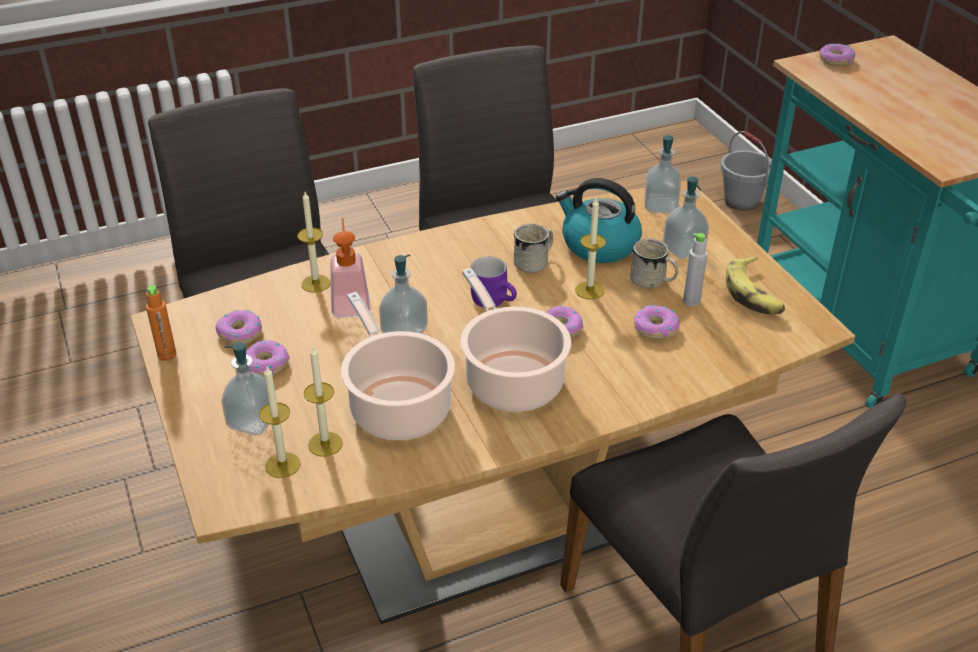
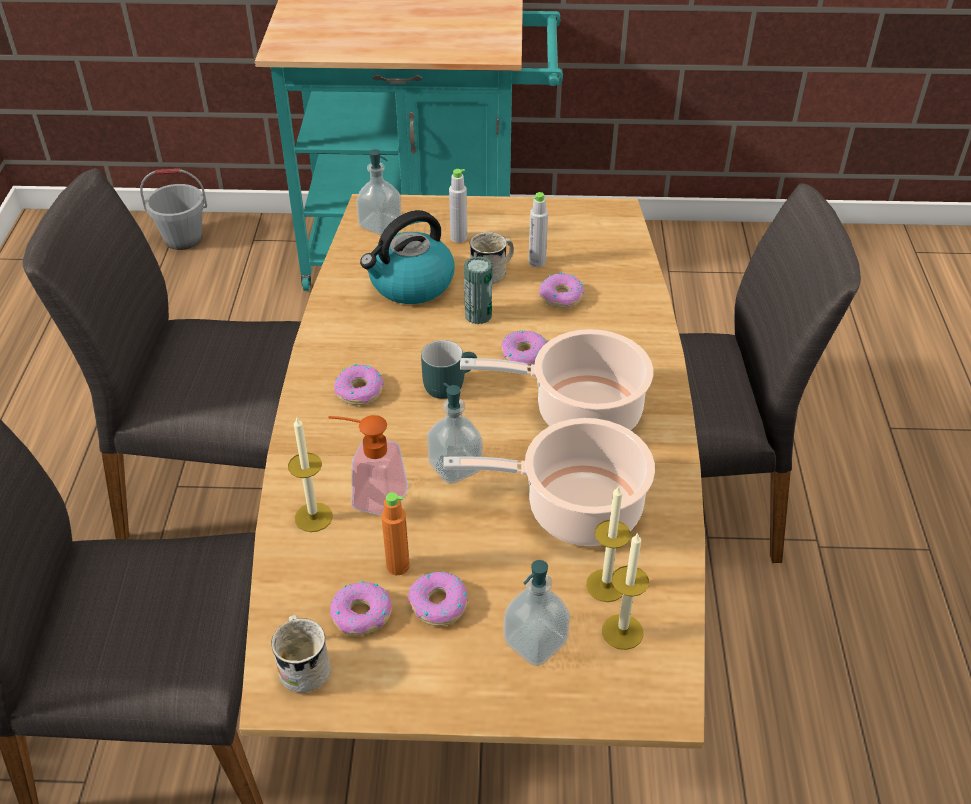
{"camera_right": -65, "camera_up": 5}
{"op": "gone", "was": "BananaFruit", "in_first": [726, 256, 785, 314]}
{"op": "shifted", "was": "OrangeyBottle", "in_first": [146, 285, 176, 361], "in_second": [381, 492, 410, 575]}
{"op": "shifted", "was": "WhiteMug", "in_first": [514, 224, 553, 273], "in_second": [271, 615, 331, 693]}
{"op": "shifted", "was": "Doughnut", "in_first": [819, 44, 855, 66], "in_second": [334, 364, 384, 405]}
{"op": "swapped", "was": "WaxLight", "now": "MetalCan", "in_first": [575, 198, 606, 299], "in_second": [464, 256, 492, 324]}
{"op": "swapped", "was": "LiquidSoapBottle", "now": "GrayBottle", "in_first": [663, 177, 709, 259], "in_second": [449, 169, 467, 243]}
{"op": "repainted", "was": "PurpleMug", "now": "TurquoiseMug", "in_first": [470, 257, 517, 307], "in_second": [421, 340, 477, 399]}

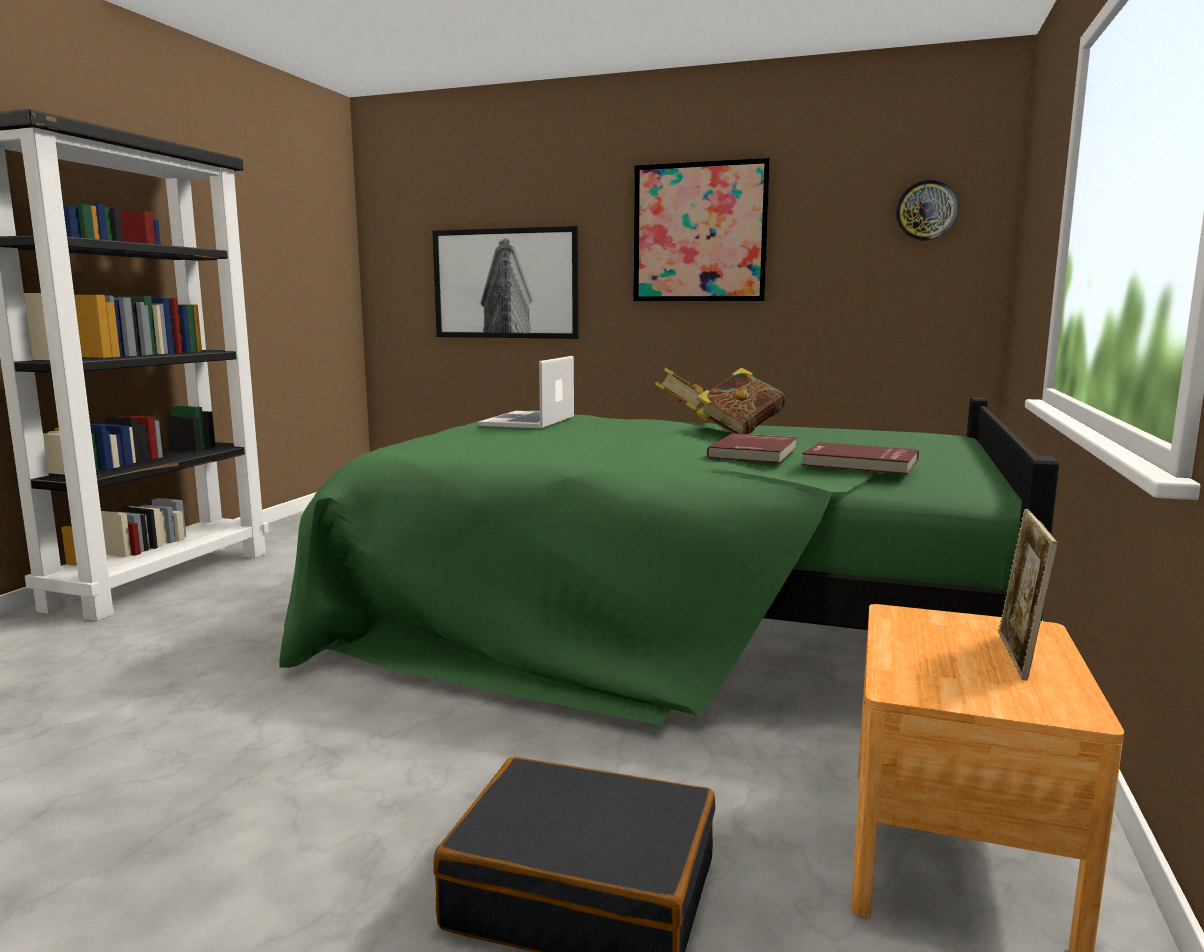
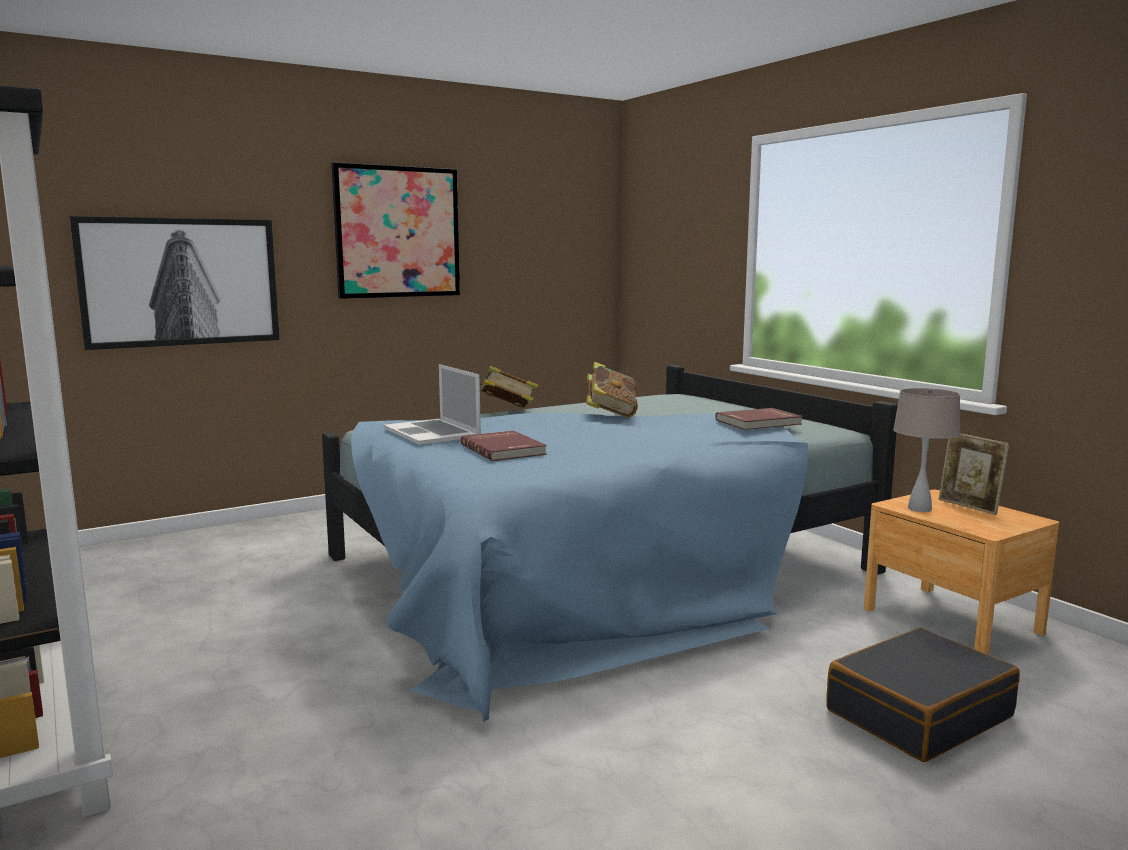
{"camera_right": -50, "camera_up": 0}
{"op": "gone", "was": "WallClock", "in_first": [896, 180, 958, 241]}
{"op": "new", "now": "BeigeColouredTableLamp", "in_second": [893, 388, 960, 512]}
{"op": "shifted", "was": "RedColouredBook", "in_first": [707, 433, 797, 463], "in_second": [461, 430, 547, 461]}
{"op": "repainted", "was": "GreenBedroomBed", "now": "BluishBedroomBed", "in_first": [279, 397, 1060, 725], "in_second": [322, 365, 898, 722]}

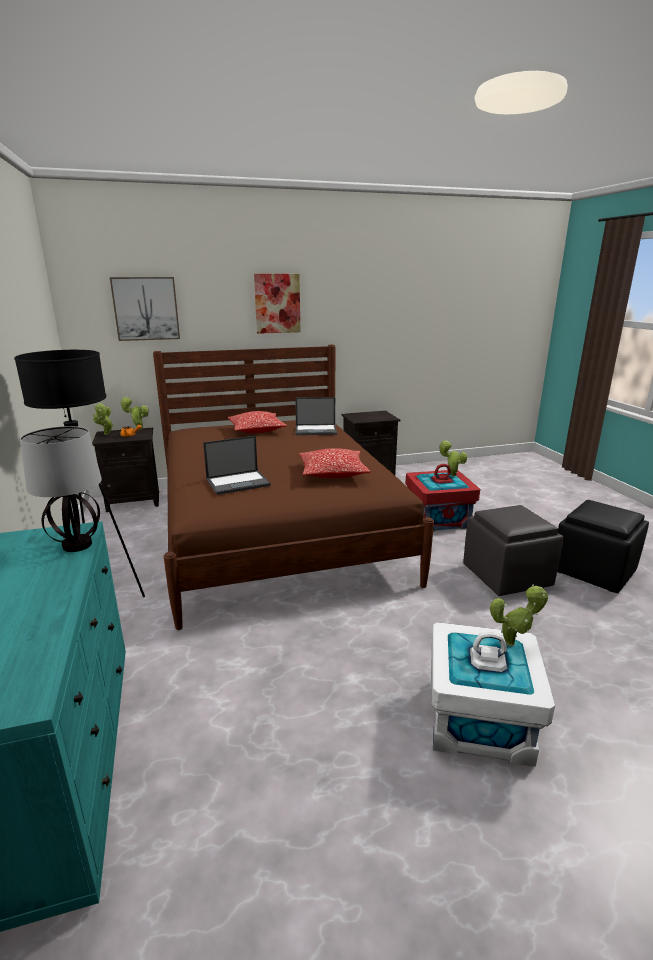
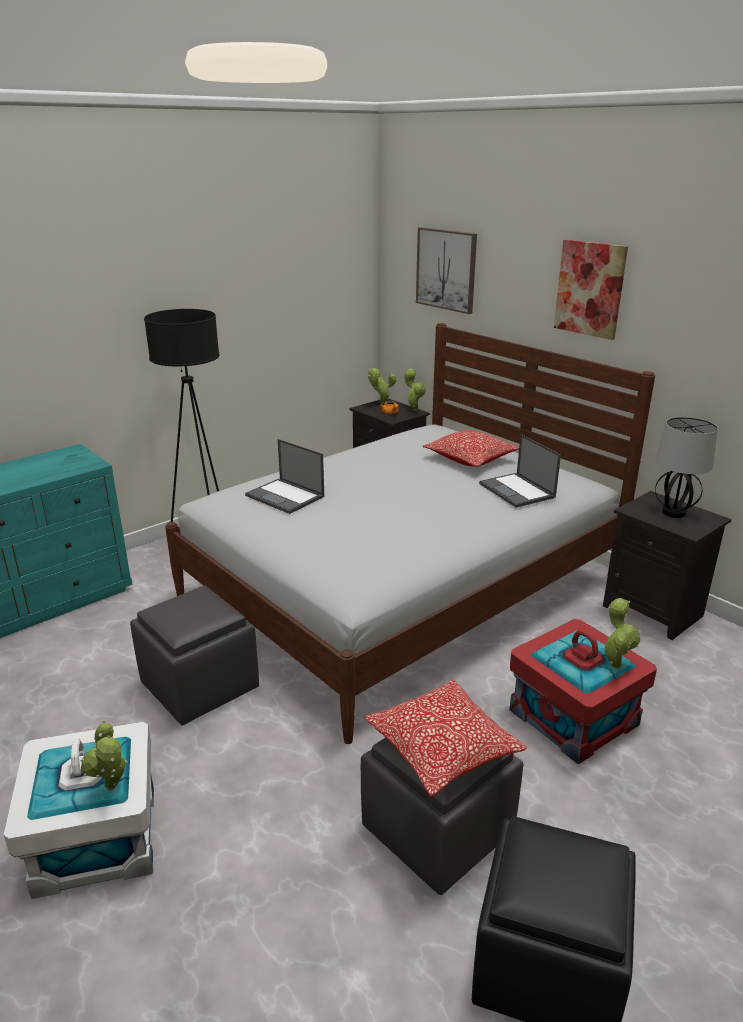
{"camera_right": 65, "camera_up": 5}
{"op": "new", "now": "GrayFootrest", "in_second": [130, 586, 259, 725]}
{"op": "shifted", "was": "TableLamp", "in_first": [20, 426, 102, 552], "in_second": [655, 417, 718, 518]}
{"op": "shifted", "was": "ThrowPillow", "in_first": [299, 448, 370, 478], "in_second": [364, 680, 527, 797]}
{"op": "repainted", "was": "BrownColouredBedroomBed", "now": "WhiteBedroomBed", "in_first": [153, 345, 434, 630], "in_second": [165, 323, 655, 744]}

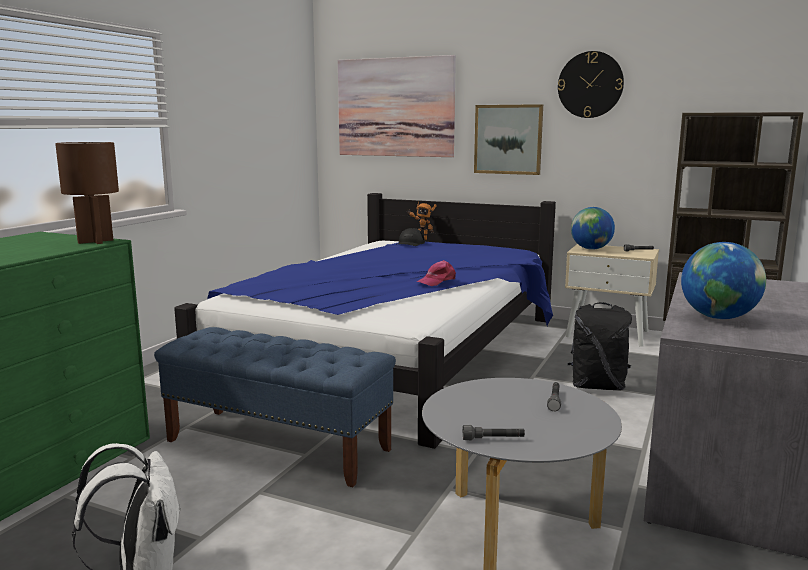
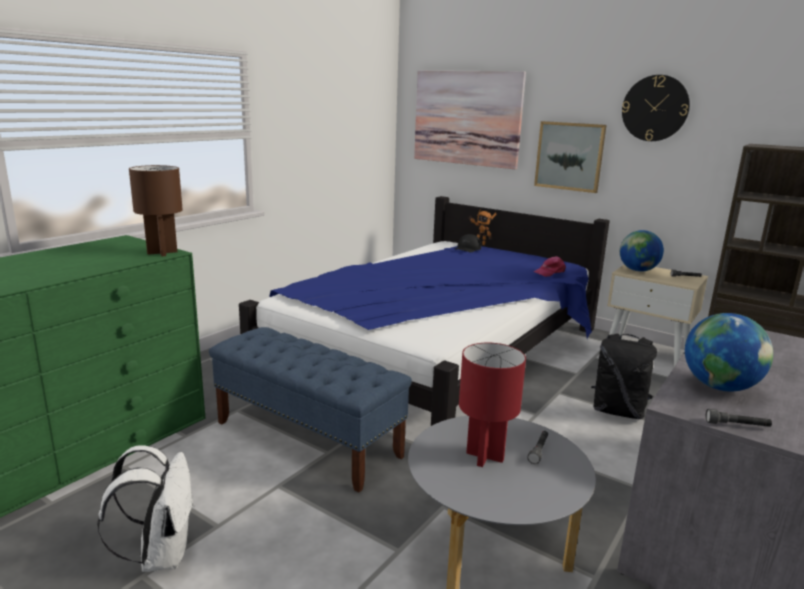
{"camera_right": 10, "camera_up": 5}
{"op": "new", "now": "RedColouredTableLamp", "in_second": [459, 343, 526, 467]}
{"op": "shifted", "was": "PinkPeakedCap", "in_first": [417, 260, 456, 286], "in_second": [534, 256, 566, 277]}
{"op": "shifted", "was": "GrayFlashlight", "in_first": [463, 425, 525, 440], "in_second": [706, 409, 772, 427]}

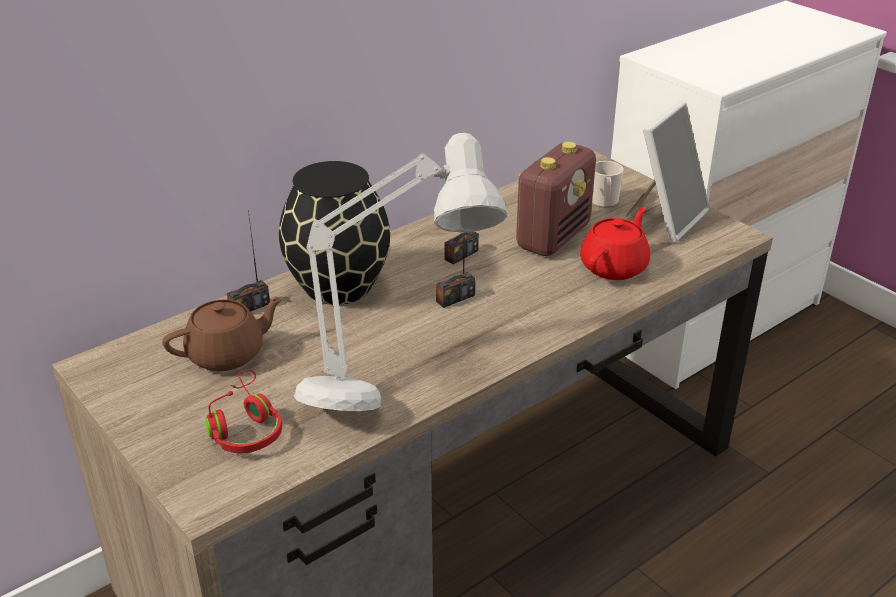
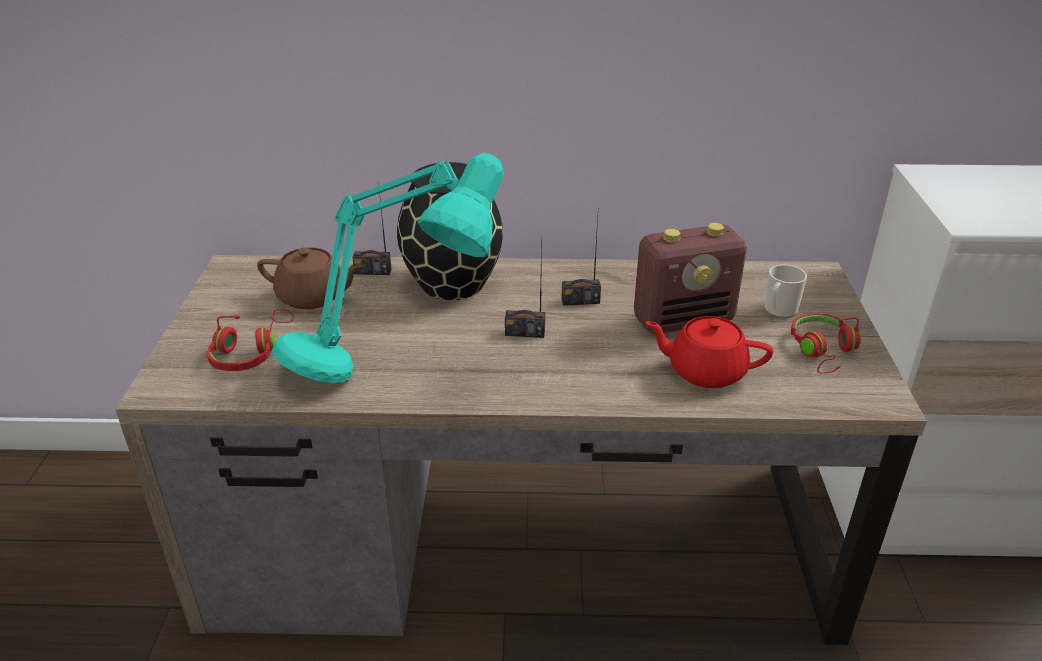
{"camera_right": 40, "camera_up": 0}
{"op": "swapped", "was": "PictureFrame", "now": "RedColouredPairOfHeadphones", "in_first": [626, 101, 709, 243], "in_second": [791, 313, 861, 374]}
{"op": "repainted", "was": "GrayTableLamp", "now": "TurquoiseTableLamp", "in_first": [294, 133, 507, 411], "in_second": [272, 153, 504, 383]}
{"op": "rotated", "was": "RedColouredTeaPot", "in_first": [580, 207, 650, 280], "in_second": [645, 316, 773, 388], "clockwise": -150}

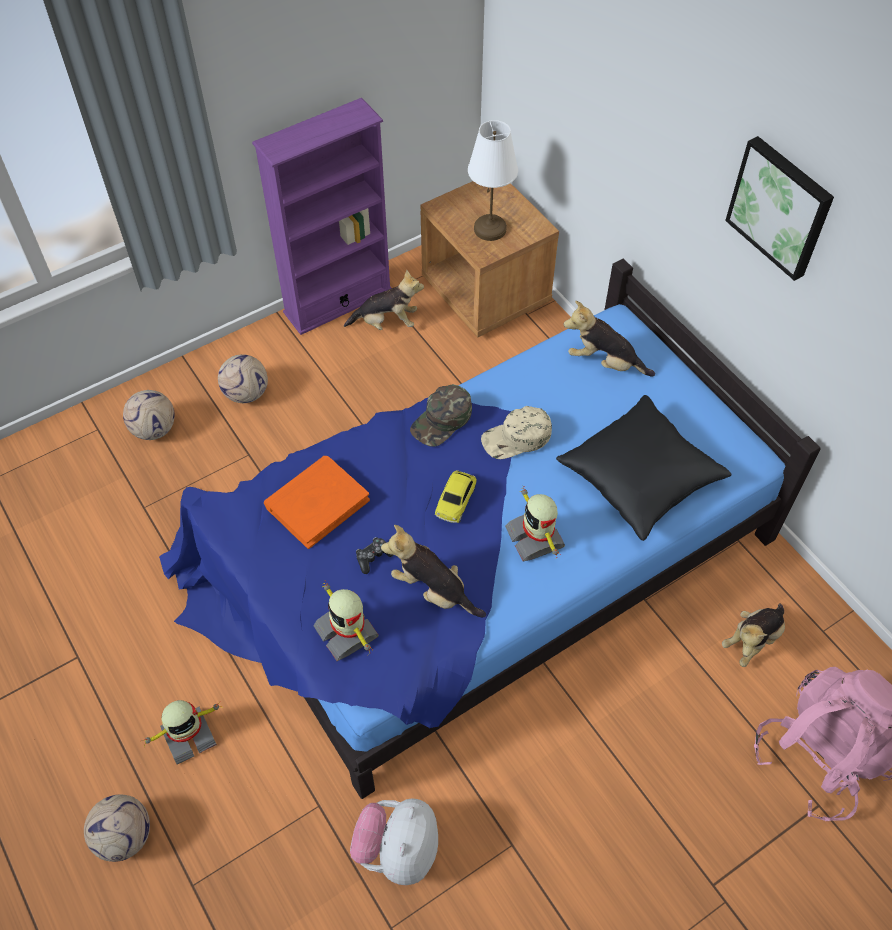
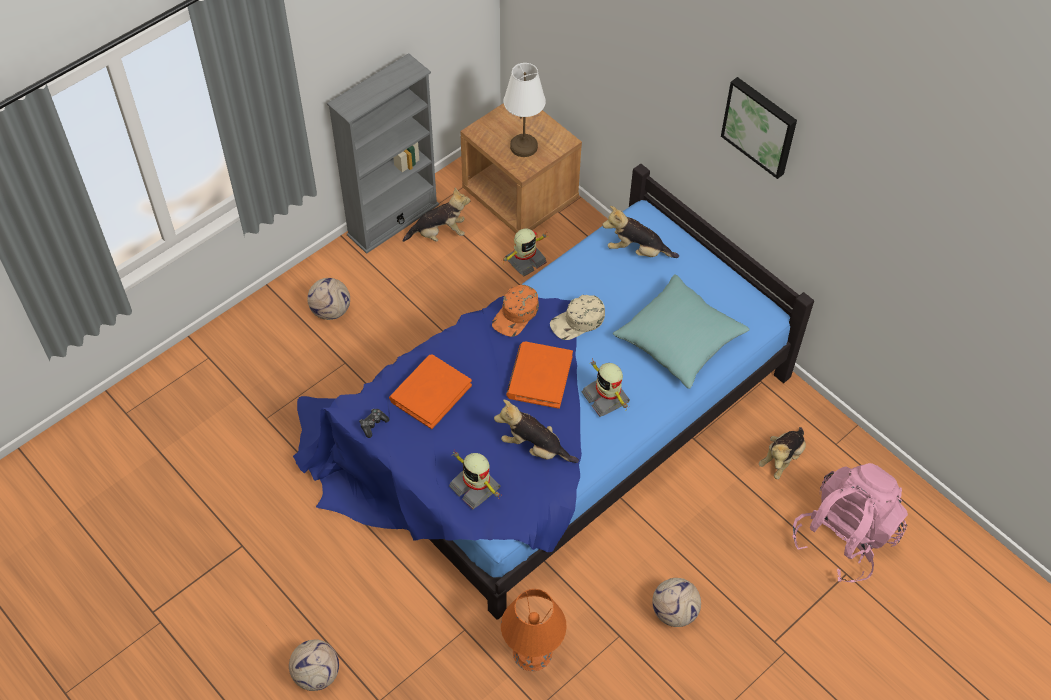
{"camera_right": -10, "camera_up": 0}
{"op": "shifted", "was": "BallForFootball", "in_first": [123, 390, 175, 440], "in_second": [652, 578, 701, 627]}
{"op": "shifted", "was": "ModelRobot", "in_first": [144, 700, 223, 764], "in_second": [503, 228, 547, 276]}
{"op": "shifted", "was": "Gamepad", "in_first": [356, 537, 393, 574], "in_second": [359, 409, 390, 438]}
{"op": "swapped", "was": "CuddlyToy", "now": "OrangeyTableLamp", "in_first": [350, 798, 438, 885], "in_second": [501, 589, 567, 671]}
{"op": "swapped", "was": "MiniatureCar", "now": "OrangeyBook", "in_first": [435, 470, 477, 523], "in_second": [506, 341, 573, 409]}
{"op": "repainted", "was": "PurpleBookshelf", "now": "GrayBookshelf", "in_first": [252, 98, 391, 335], "in_second": [327, 53, 439, 254]}
{"op": "repainted", "was": "GreenPeakedCap", "now": "OrangeyPeakedCap", "in_first": [410, 384, 472, 447], "in_second": [492, 284, 539, 337]}
{"op": "repainted", "was": "BlackishThrowPillow", "now": "TurquoiseThrowPillow", "in_first": [556, 395, 732, 541], "in_second": [613, 274, 750, 389]}

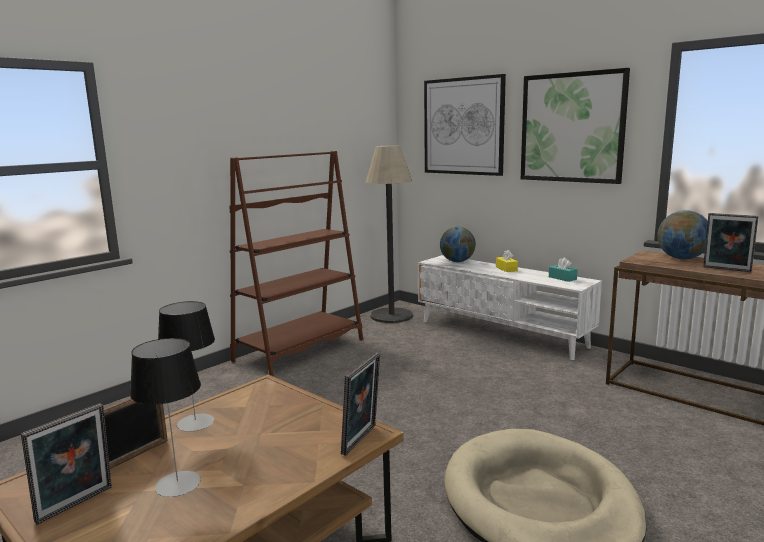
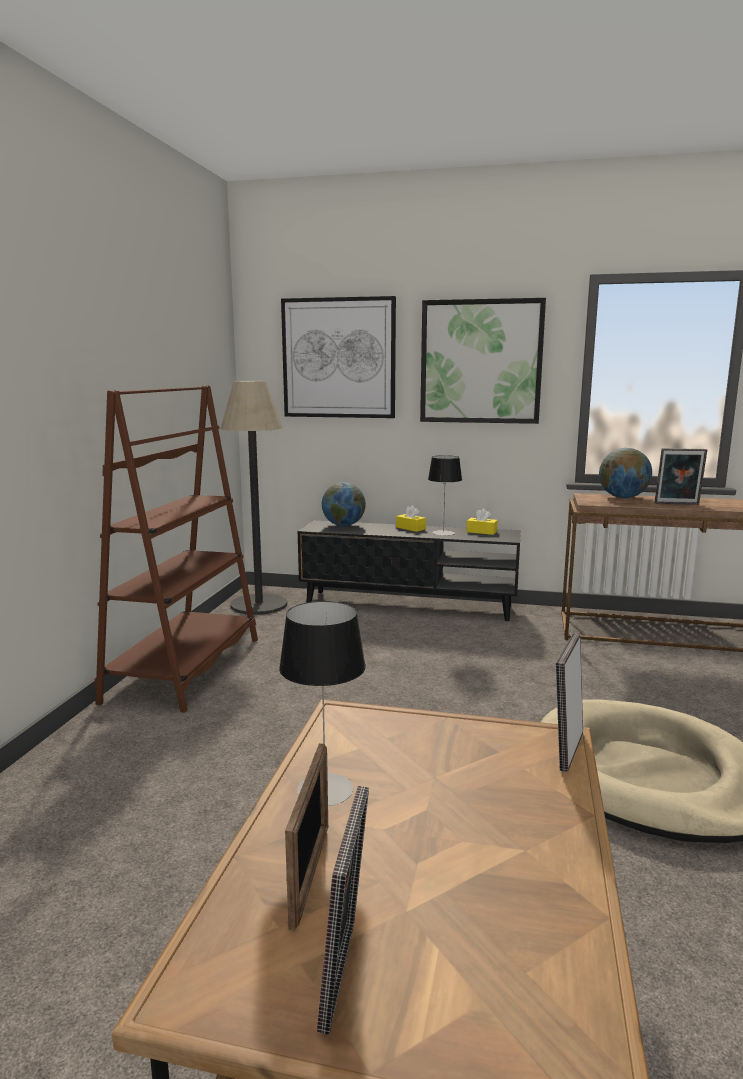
{"camera_right": -30, "camera_up": 0}
{"op": "shifted", "was": "TableLamp", "in_first": [130, 338, 201, 497], "in_second": [428, 455, 462, 536]}
{"op": "repainted", "was": "WhiteTvUnit", "now": "BlackishTvUnit", "in_first": [418, 255, 602, 360], "in_second": [298, 520, 521, 621]}
{"op": "repainted", "was": "TurquoiseTissueHolder", "now": "YellowTissueHolder", "in_first": [549, 258, 578, 282], "in_second": [467, 508, 498, 535]}
{"op": "rotated", "was": "PictureFrame", "in_first": [341, 352, 380, 456], "in_second": [556, 633, 583, 772], "clockwise": -150}

